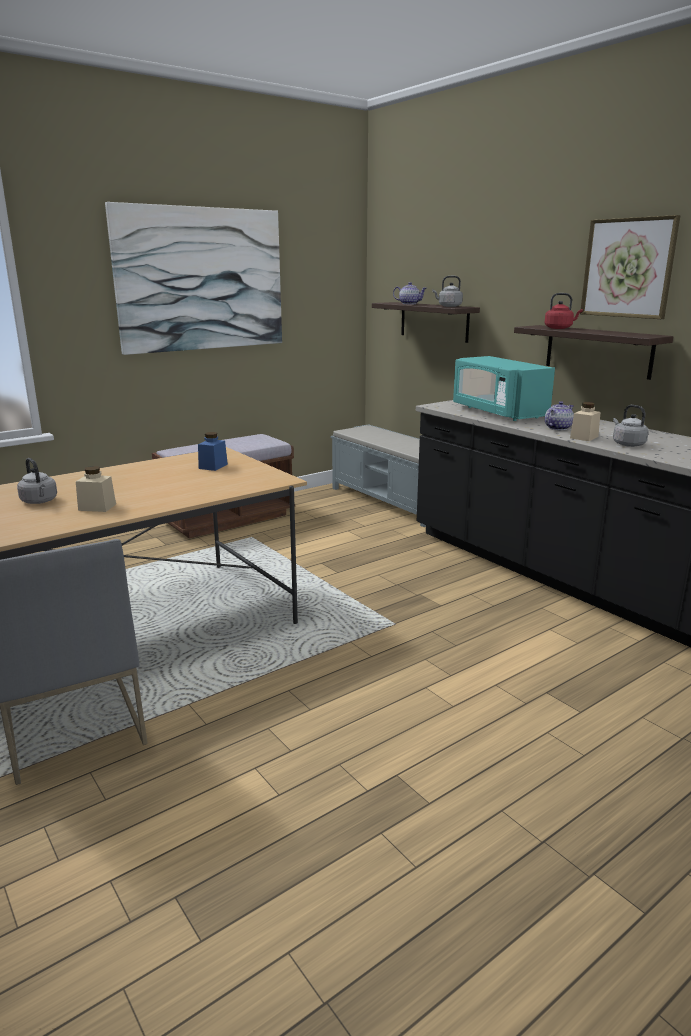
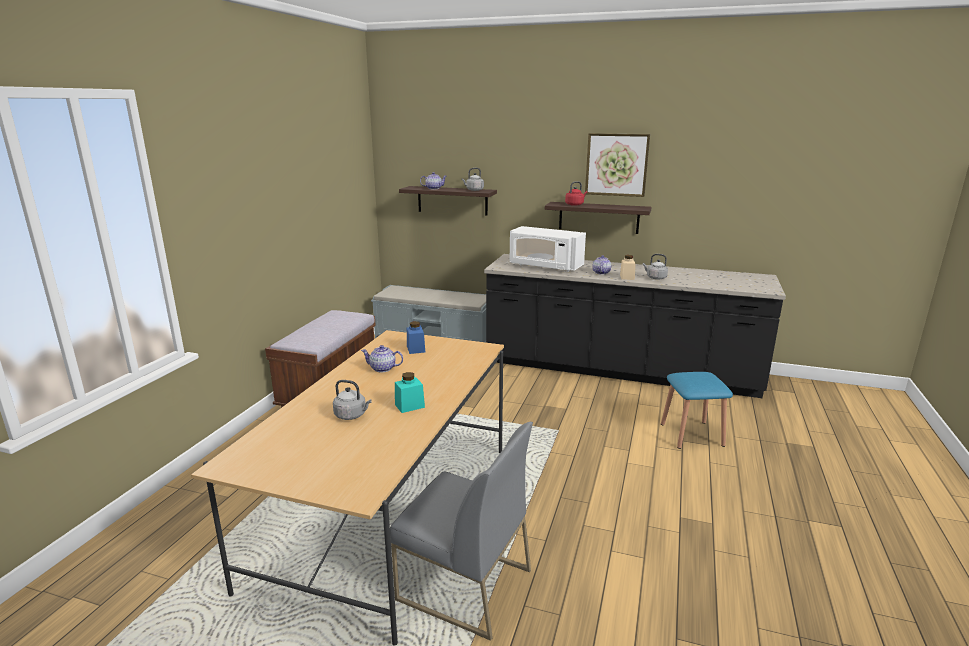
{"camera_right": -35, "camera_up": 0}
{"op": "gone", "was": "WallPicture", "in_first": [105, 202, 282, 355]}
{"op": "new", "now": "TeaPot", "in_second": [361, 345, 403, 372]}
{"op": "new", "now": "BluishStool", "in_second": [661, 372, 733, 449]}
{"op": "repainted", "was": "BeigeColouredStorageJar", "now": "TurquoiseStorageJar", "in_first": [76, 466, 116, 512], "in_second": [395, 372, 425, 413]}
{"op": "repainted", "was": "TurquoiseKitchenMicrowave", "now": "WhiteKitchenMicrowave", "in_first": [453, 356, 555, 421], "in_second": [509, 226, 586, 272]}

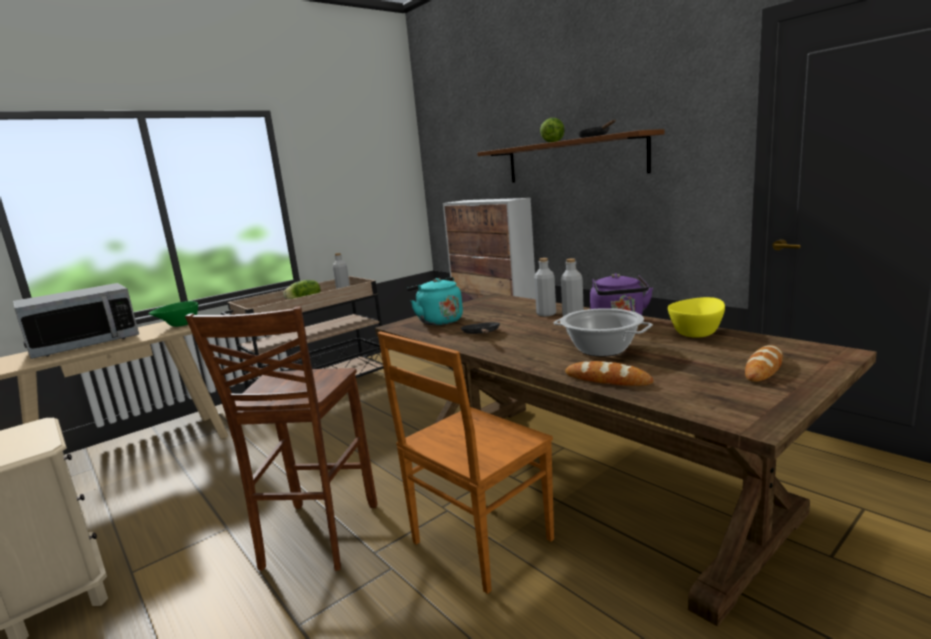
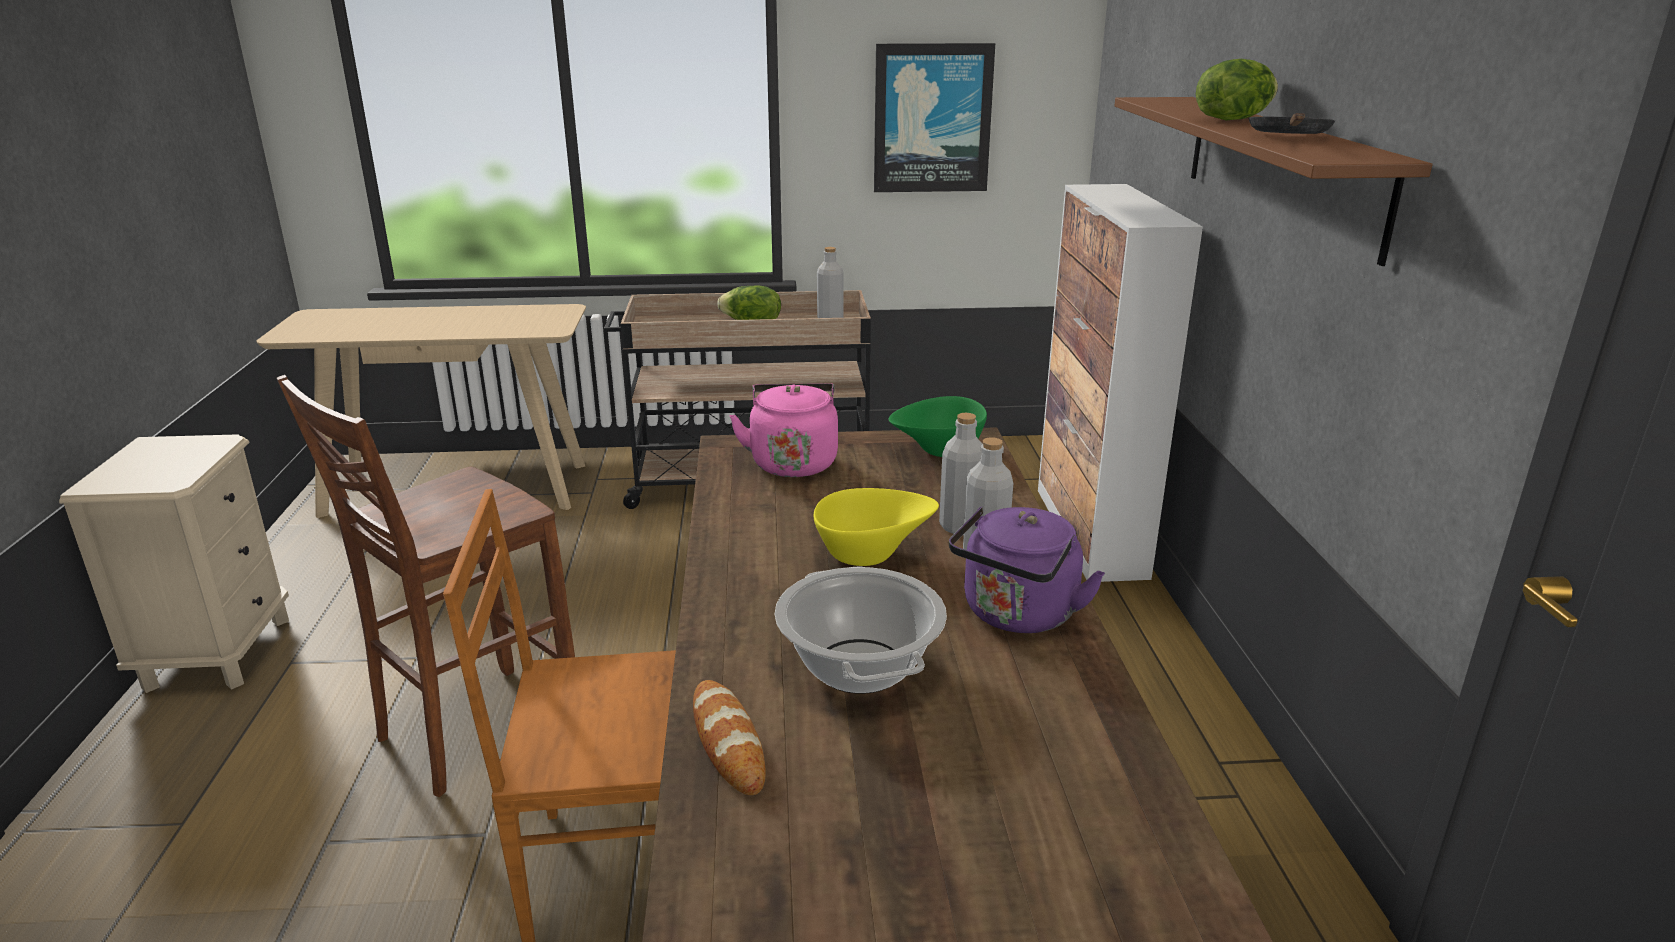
{"camera_right": 35, "camera_up": 10}
{"op": "gone", "was": "KitchenMicrowave", "in_first": [13, 283, 139, 359]}
{"op": "gone", "was": "BlackishPan", "in_first": [461, 322, 500, 334]}
{"op": "gone", "was": "Bread", "in_first": [745, 345, 783, 382]}
{"op": "new", "now": "WallPicture", "in_second": [874, 43, 995, 192]}
{"op": "shifted", "was": "GreenDeepDish", "in_first": [149, 301, 198, 327], "in_second": [889, 396, 987, 457]}
{"op": "shifted", "was": "YellowDeepDish", "in_first": [668, 297, 725, 338], "in_second": [814, 488, 939, 566]}
{"op": "repainted", "was": "TurquoiseKettle", "now": "PinkKettle", "in_first": [407, 277, 463, 325], "in_second": [729, 383, 838, 477]}

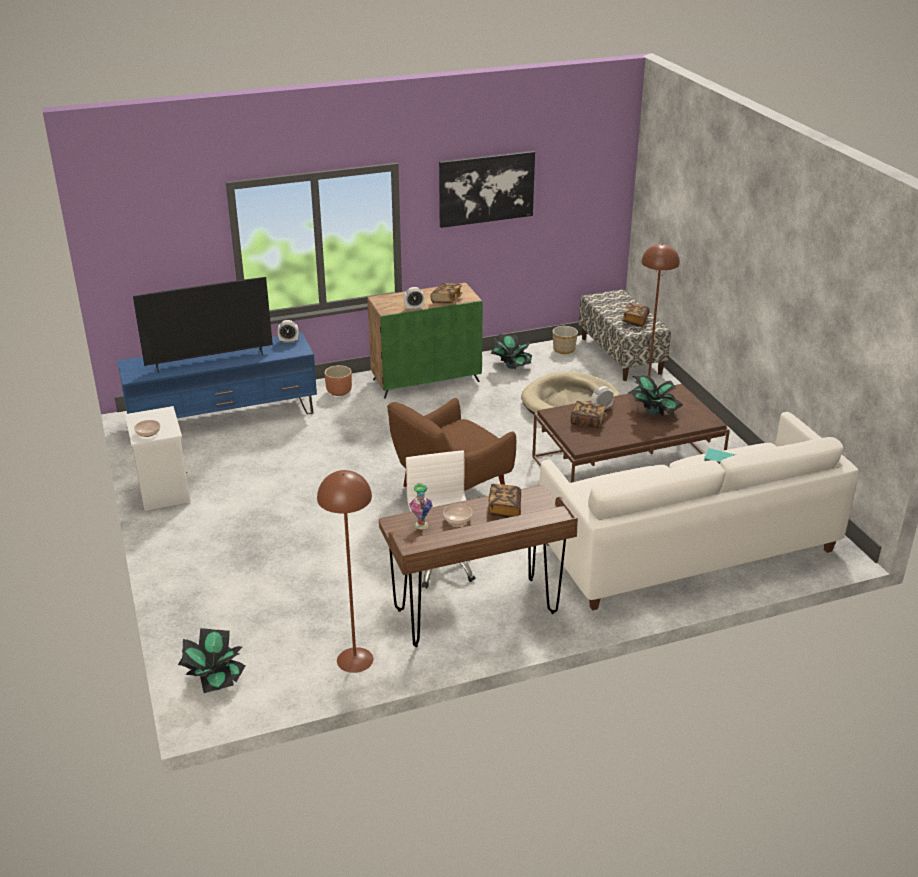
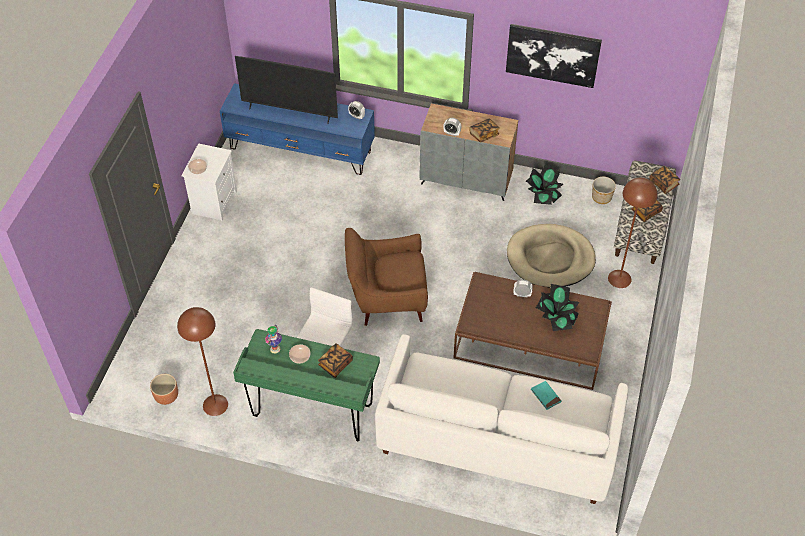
{"camera_right": 35, "camera_up": 20}
{"op": "gone", "was": "PlantInAPot", "in_first": [178, 628, 245, 693]}
{"op": "shifted", "was": "BrownColouredPlanter", "in_first": [325, 365, 352, 396], "in_second": [150, 374, 178, 405]}
{"op": "shifted", "was": "Book", "in_first": [571, 401, 606, 428], "in_second": [649, 166, 680, 194]}
{"op": "repainted", "was": "GreenCabinet", "now": "GrayCabinet", "in_first": [368, 283, 483, 399], "in_second": [420, 104, 518, 201]}
{"op": "repainted", "was": "BrownColouredDesk", "now": "GreenDesk", "in_first": [379, 485, 578, 647], "in_second": [233, 329, 380, 441]}

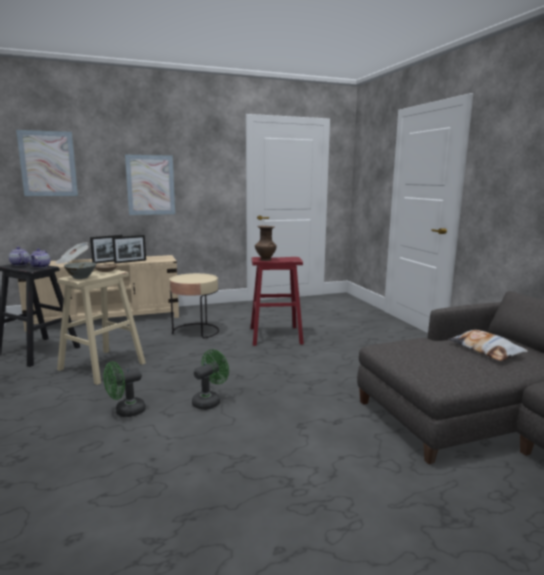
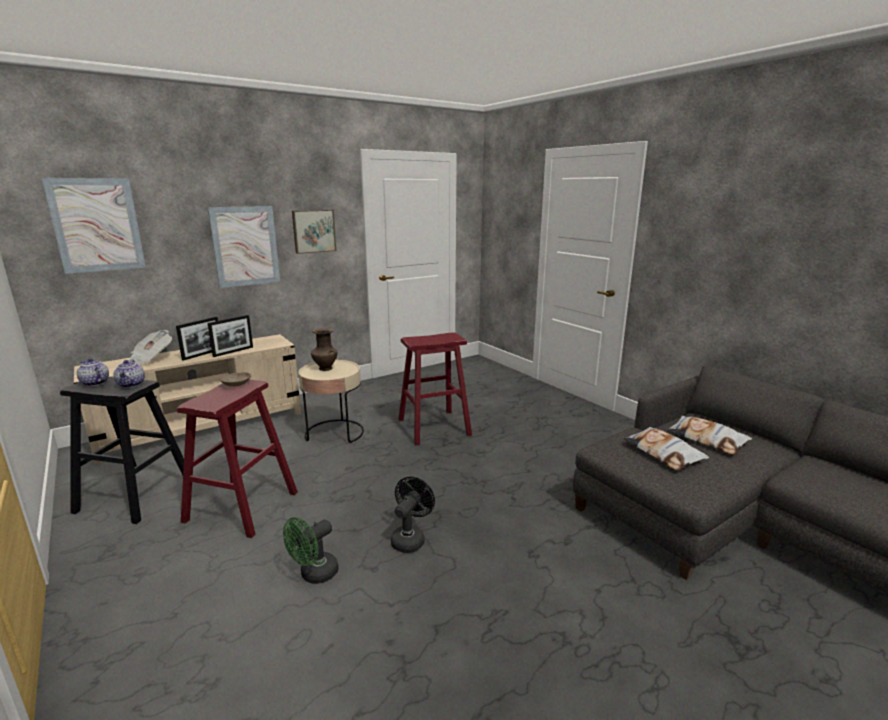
{"camera_right": -15, "camera_up": 5}
{"op": "gone", "was": "GrayDeepDish", "in_first": [64, 262, 96, 279]}
{"op": "new", "now": "WallPicture", "in_second": [292, 210, 336, 254]}
{"op": "new", "now": "ThrowPillow", "in_second": [623, 427, 709, 471]}
{"op": "shifted", "was": "BrownColouredDecorativeVase", "in_first": [255, 226, 277, 261], "in_second": [311, 328, 337, 371]}
{"op": "repainted", "was": "BeigeColouredStool", "now": "RedColouredStool", "in_first": [57, 270, 146, 385], "in_second": [177, 379, 298, 538]}
{"op": "repainted", "was": "GreenElectricFan", "now": "BlackishElectricFan", "in_first": [192, 349, 229, 410], "in_second": [391, 477, 435, 553]}

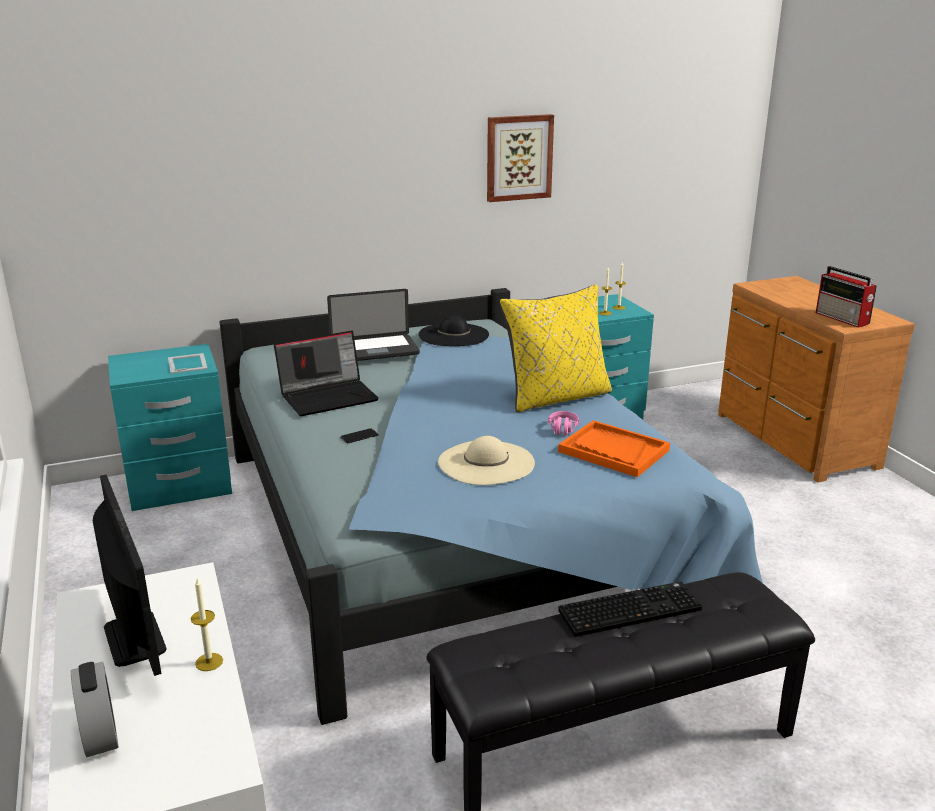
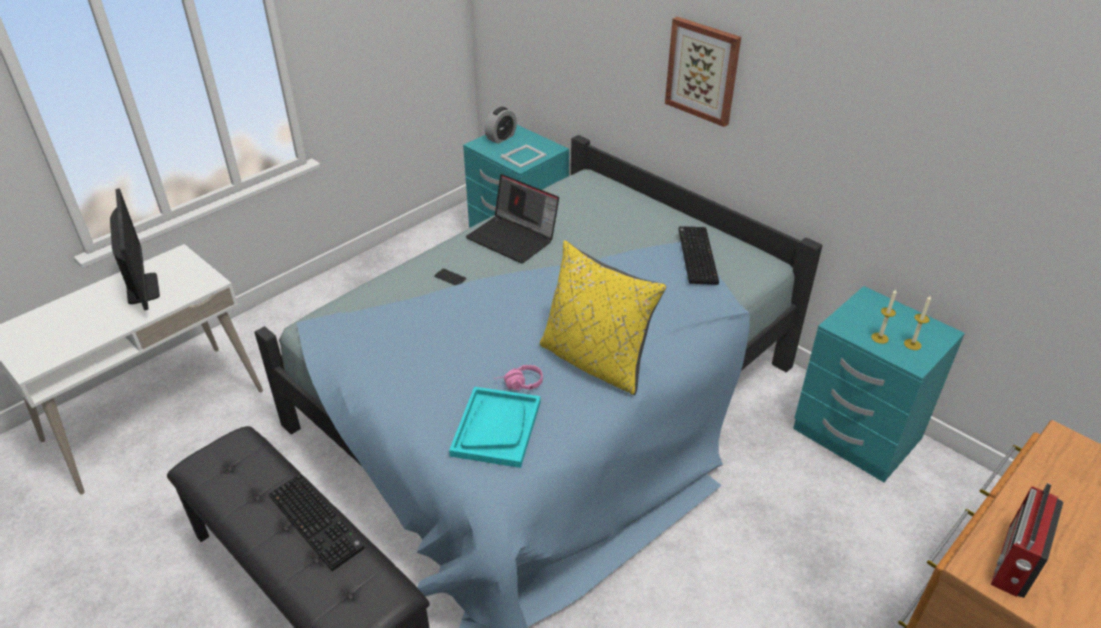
{"camera_right": 65, "camera_up": 15}
{"op": "gone", "was": "WaxLight", "in_first": [191, 579, 223, 671]}
{"op": "gone", "was": "Laptop", "in_first": [327, 289, 420, 361]}
{"op": "gone", "was": "BeigeColouredClothingHat", "in_first": [438, 436, 535, 485]}
{"op": "shifted", "was": "AlarmClock", "in_first": [71, 662, 119, 757], "in_second": [485, 107, 517, 144]}
{"op": "shifted", "was": "WallPicture", "in_first": [487, 114, 554, 202], "in_second": [665, 17, 741, 127]}
{"op": "swapped", "was": "BlackishClothingHat", "now": "ComputerKeyboard", "in_first": [419, 315, 489, 346], "in_second": [678, 226, 719, 285]}
{"op": "repainted", "was": "OrangeyCarryingTray", "now": "TurquoiseCarryingTray", "in_first": [558, 420, 670, 477], "in_second": [449, 387, 541, 468]}
{"op": "rotated", "was": "ComputerDisplay", "in_first": [93, 474, 167, 676], "in_second": [110, 188, 160, 310], "clockwise": -60}

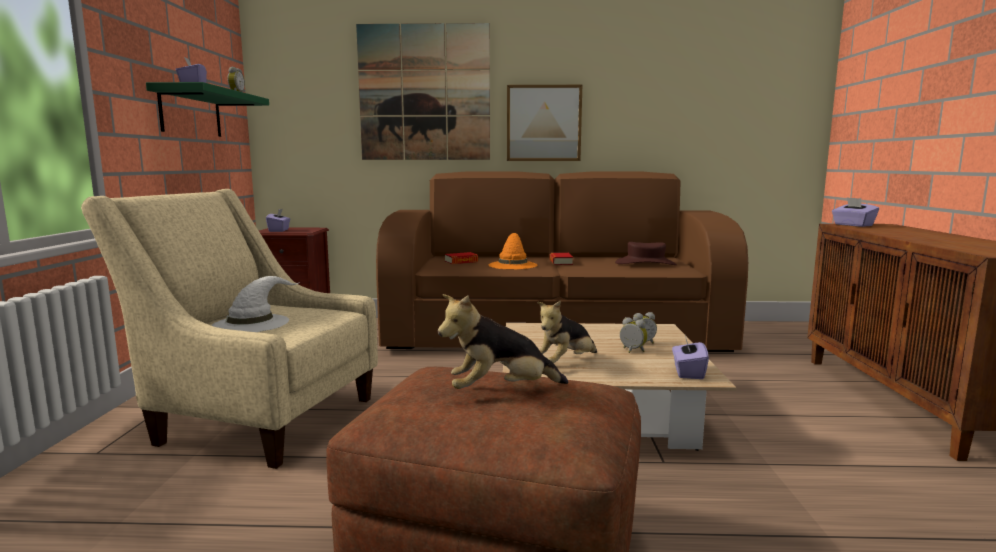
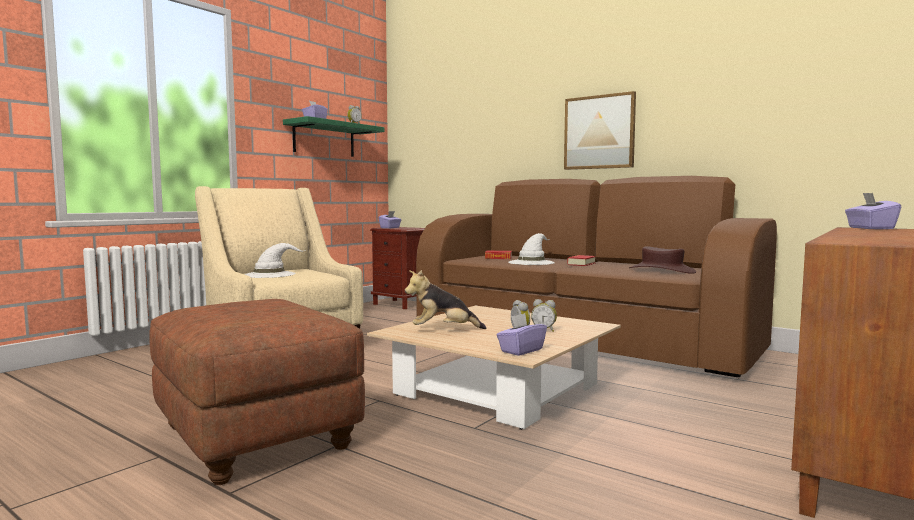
{"camera_right": 35, "camera_up": -5}
{"op": "gone", "was": "WallPicture", "in_first": [356, 23, 490, 160]}
{"op": "gone", "was": "CuddlyToy", "in_first": [438, 294, 568, 389]}
{"op": "repainted", "was": "OrangeyClothingHat", "now": "WhiteClothingHat", "in_first": [488, 233, 537, 269], "in_second": [508, 233, 555, 265]}

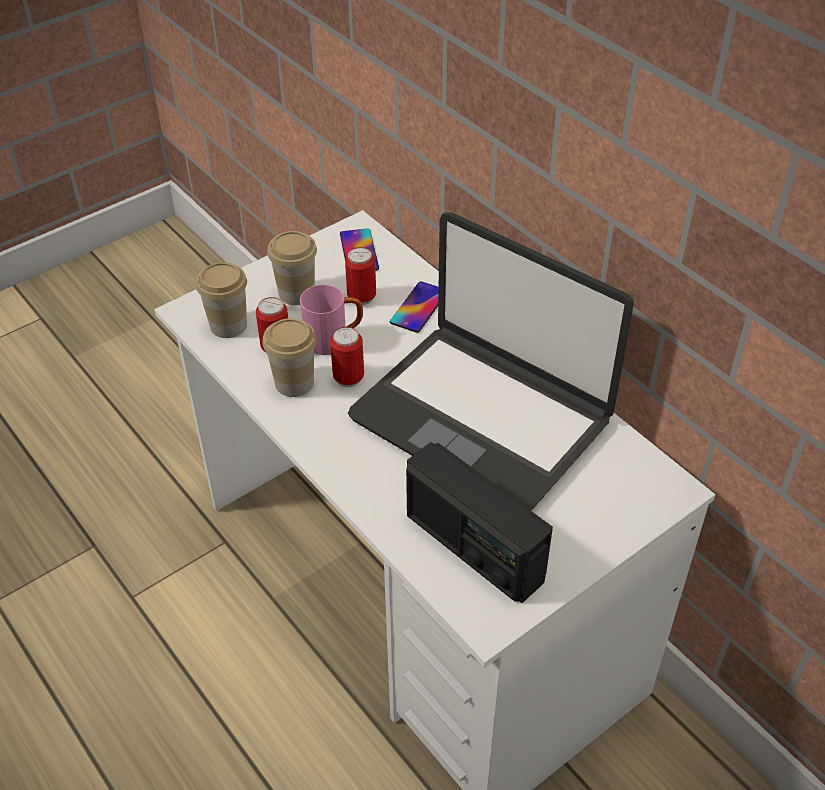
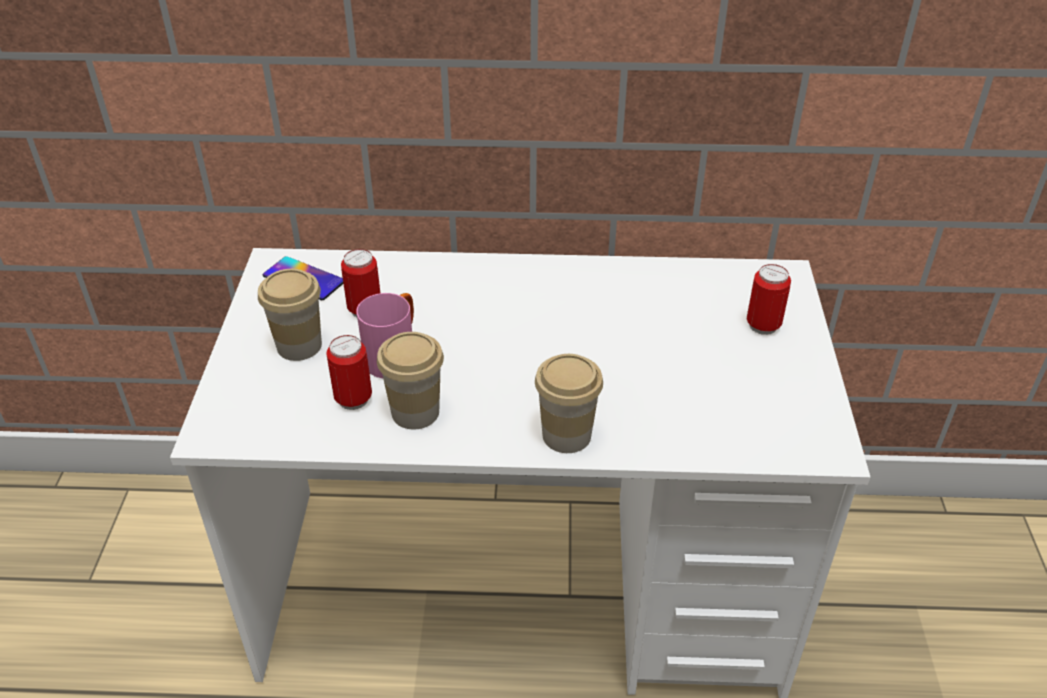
{"camera_right": -50, "camera_up": -5}
{"op": "gone", "was": "Laptop", "in_first": [348, 212, 634, 511]}
{"op": "gone", "was": "Handset", "in_first": [390, 281, 439, 333]}
{"op": "gone", "was": "RadioReceiver", "in_first": [406, 442, 553, 603]}
{"op": "shifted", "was": "Cup", "in_first": [196, 262, 247, 338], "in_second": [535, 354, 603, 453]}
{"op": "shifted", "was": "MetalCan", "in_first": [330, 327, 364, 387], "in_second": [747, 264, 791, 335]}

